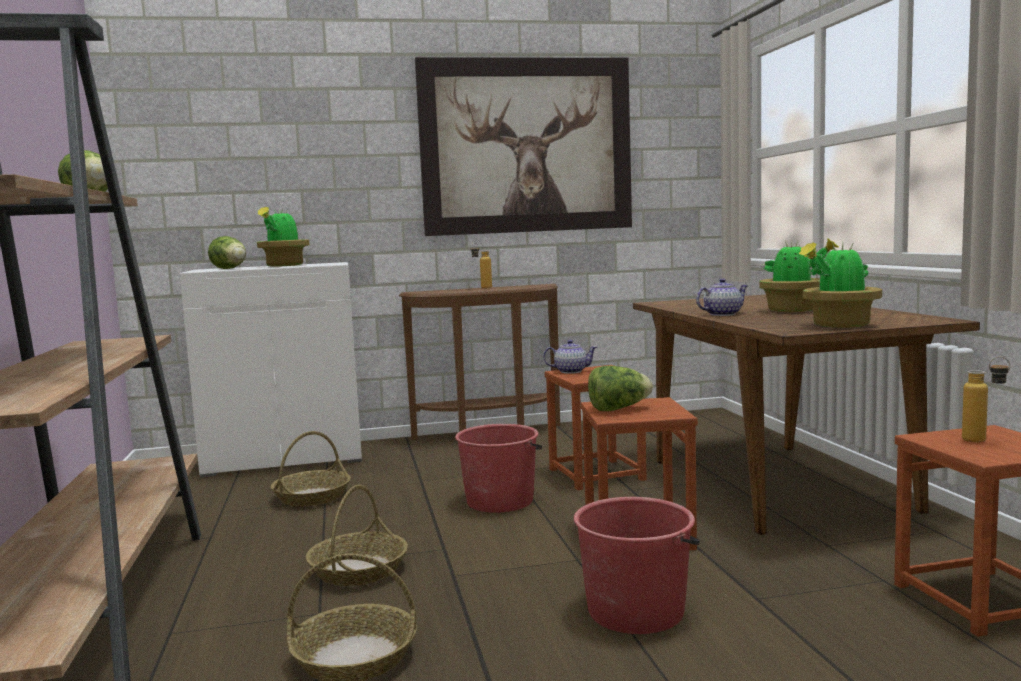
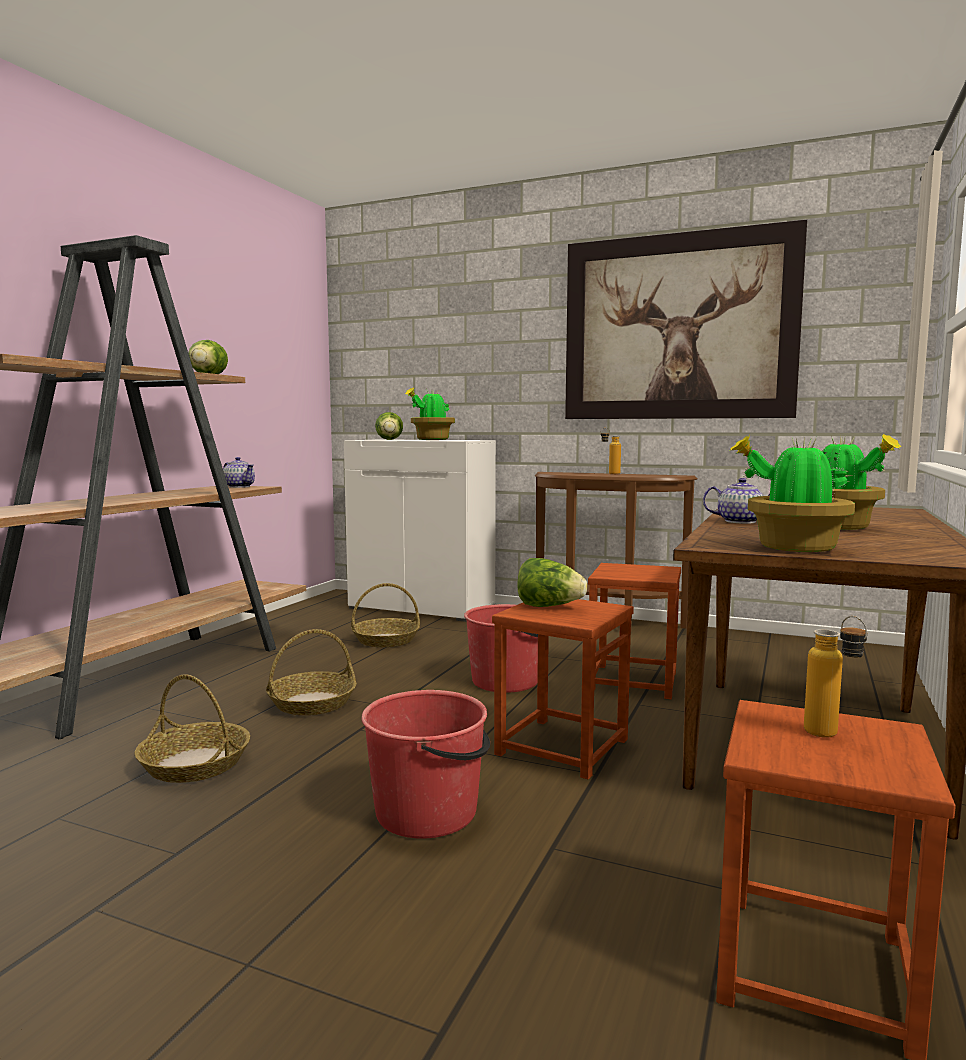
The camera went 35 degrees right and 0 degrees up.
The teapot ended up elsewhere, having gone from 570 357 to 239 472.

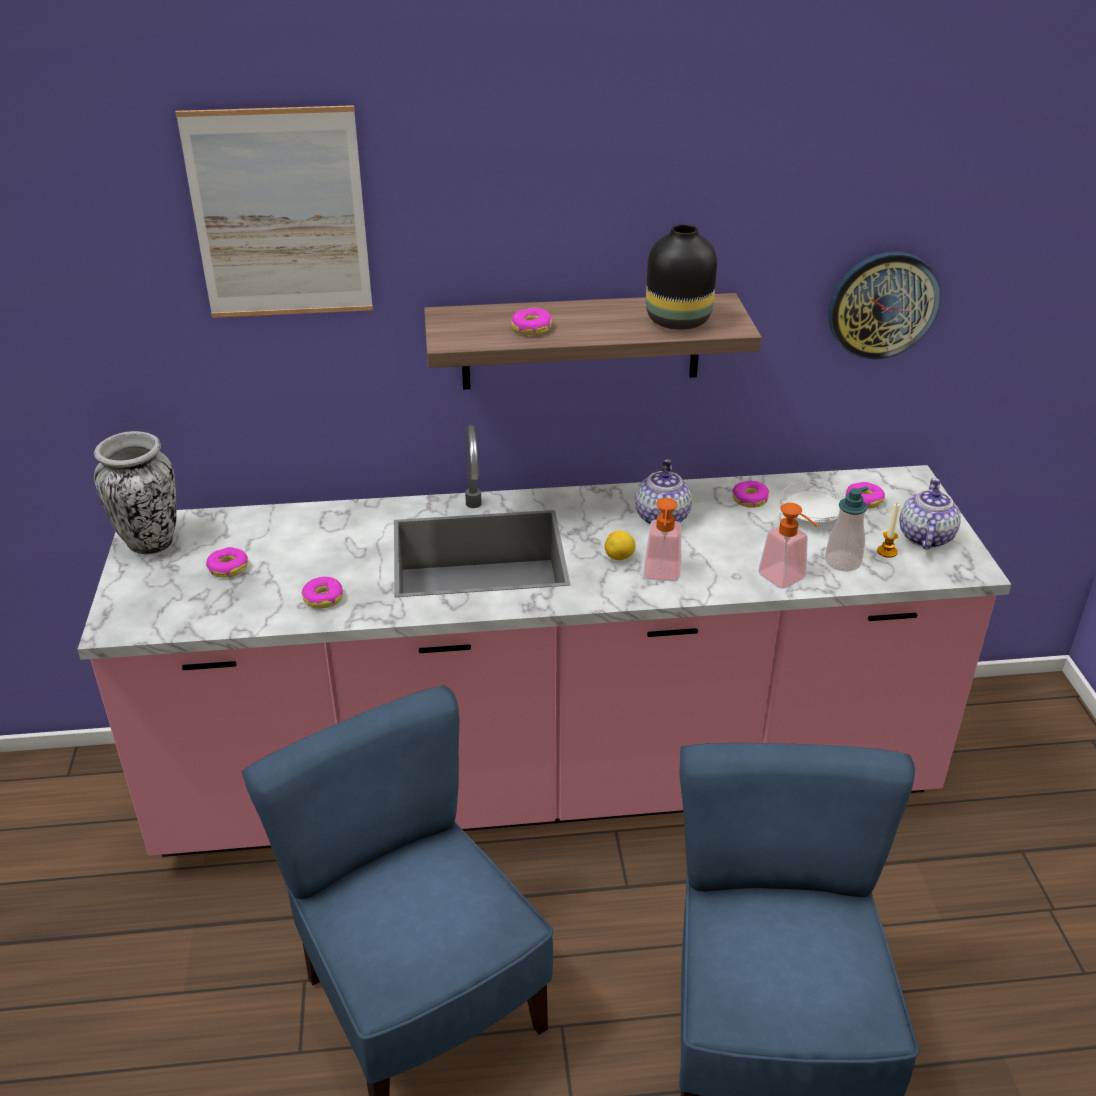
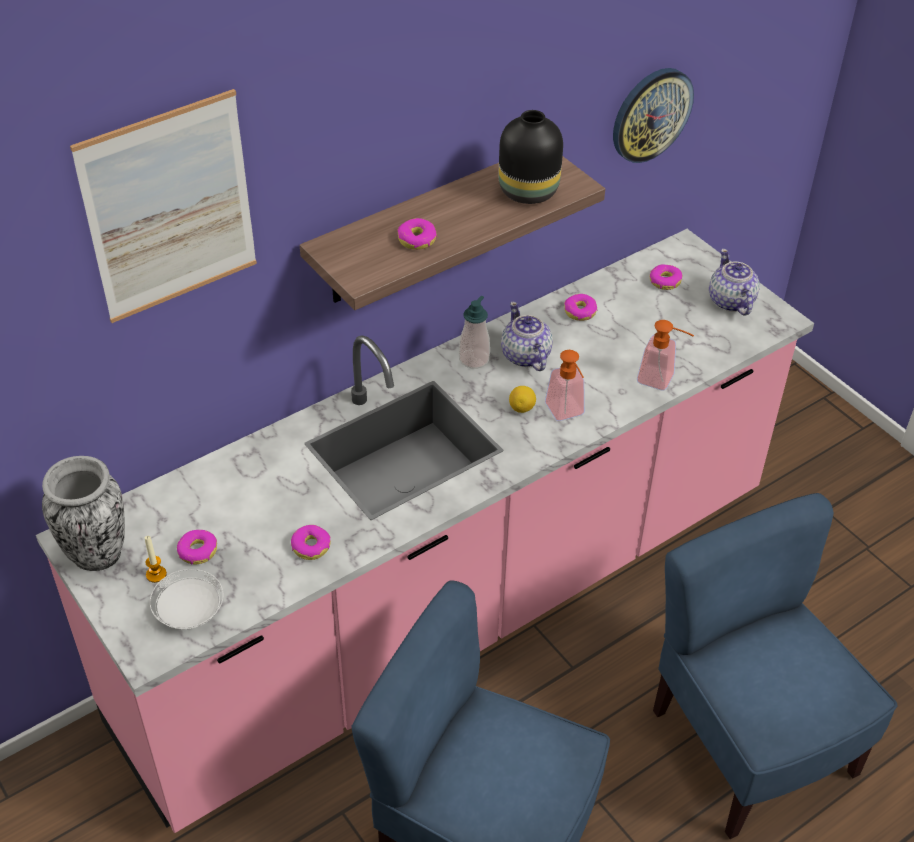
The camera went 30 degrees left and 10 degrees up.
The plate (white) ended up elsewhere, having gone from 813 502 to 186 599.
The soap dispenser ended up elsewhere, having gone from 847 528 to 474 332.
The candle ended up elsewhere, having gone from 888 531 to 156 559.

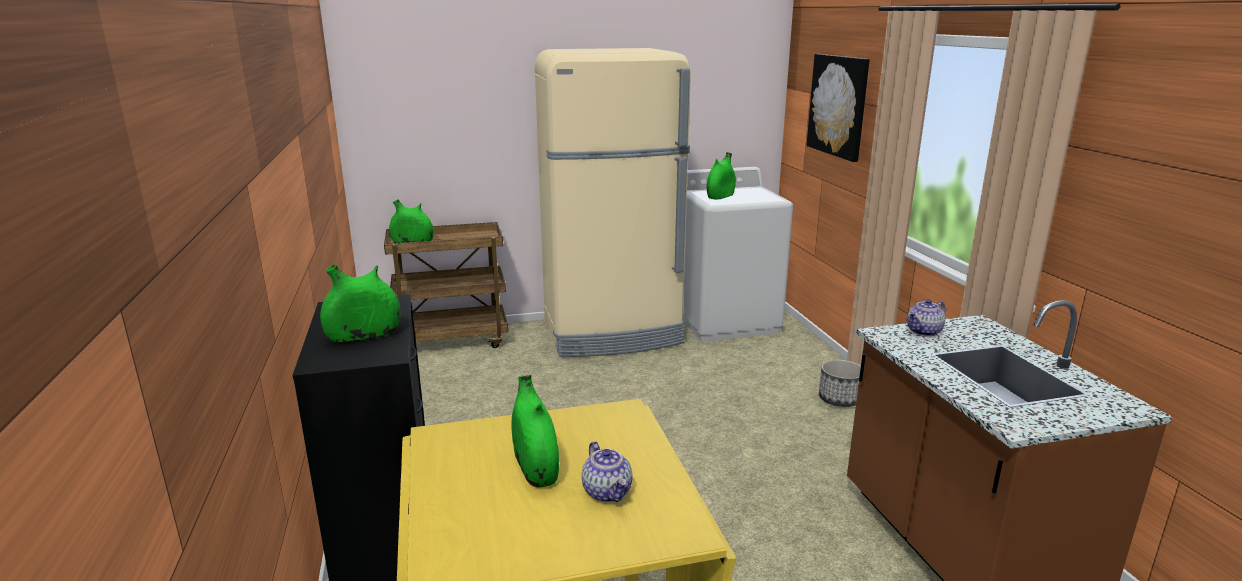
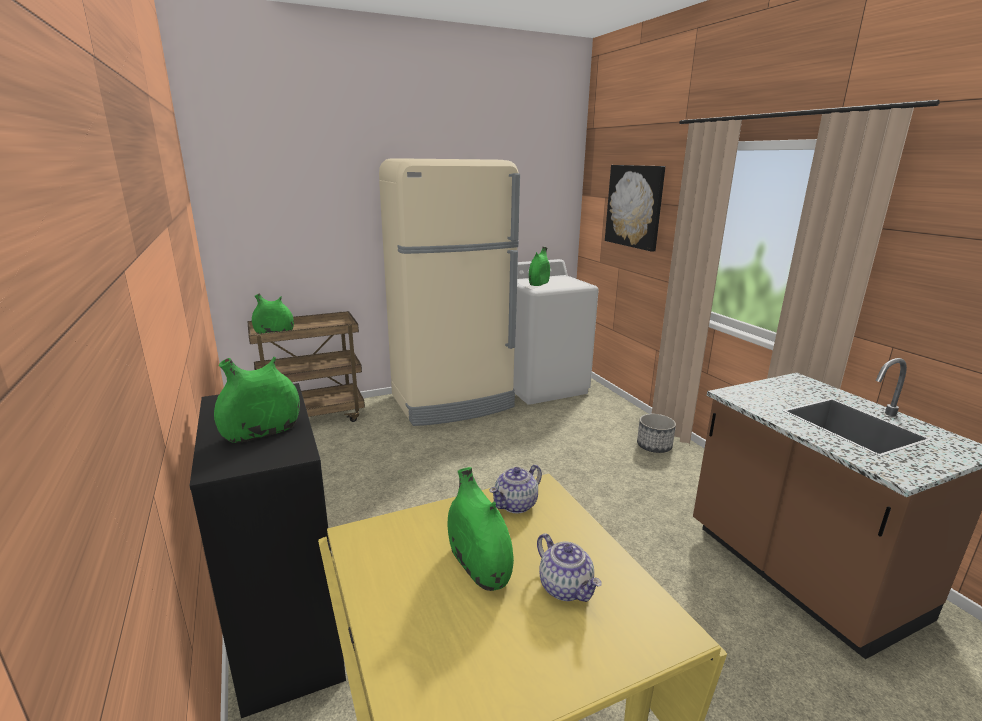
The camera went 10 degrees left and 0 degrees up.
The teapot ended up elsewhere, having gone from 926 318 to 515 489.

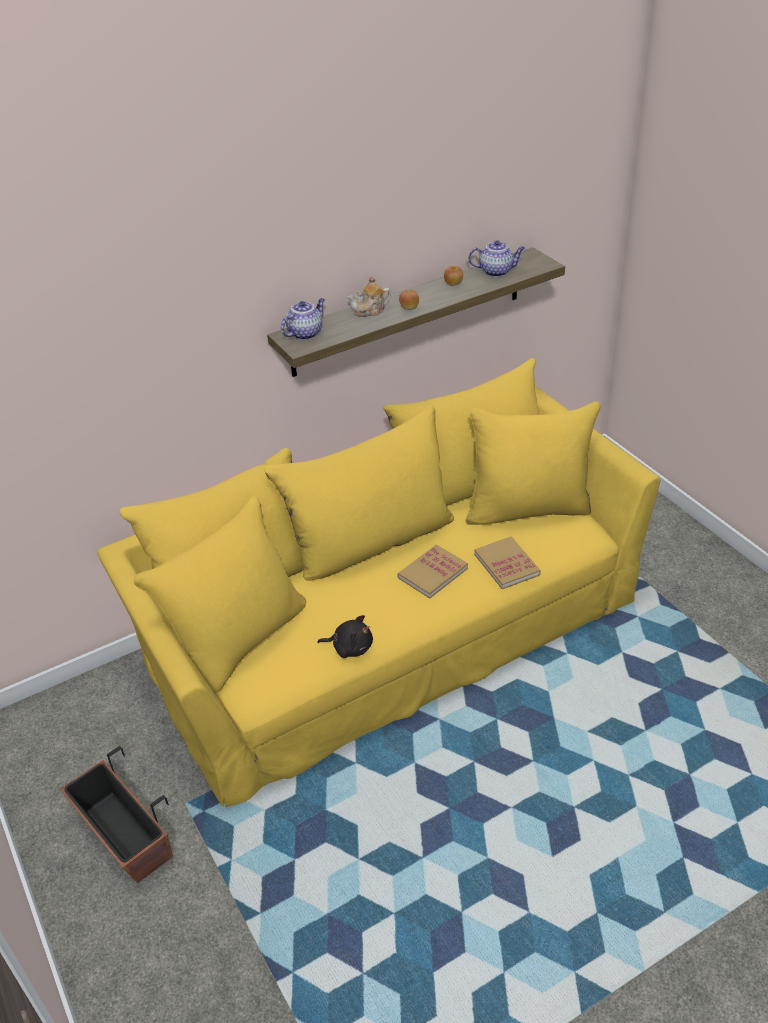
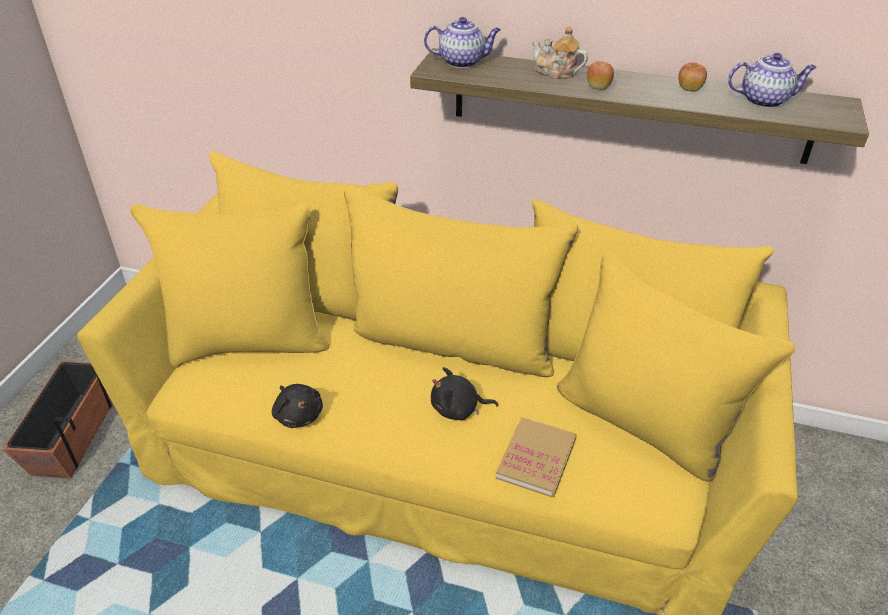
The camera went 45 degrees right and 0 degrees up.
Where the book stood at 432 571, the plush toy (black) came to stand at 464 393.
The teapot at 496 258 ended up facing another way, 45 degrees counterclockwise from before.

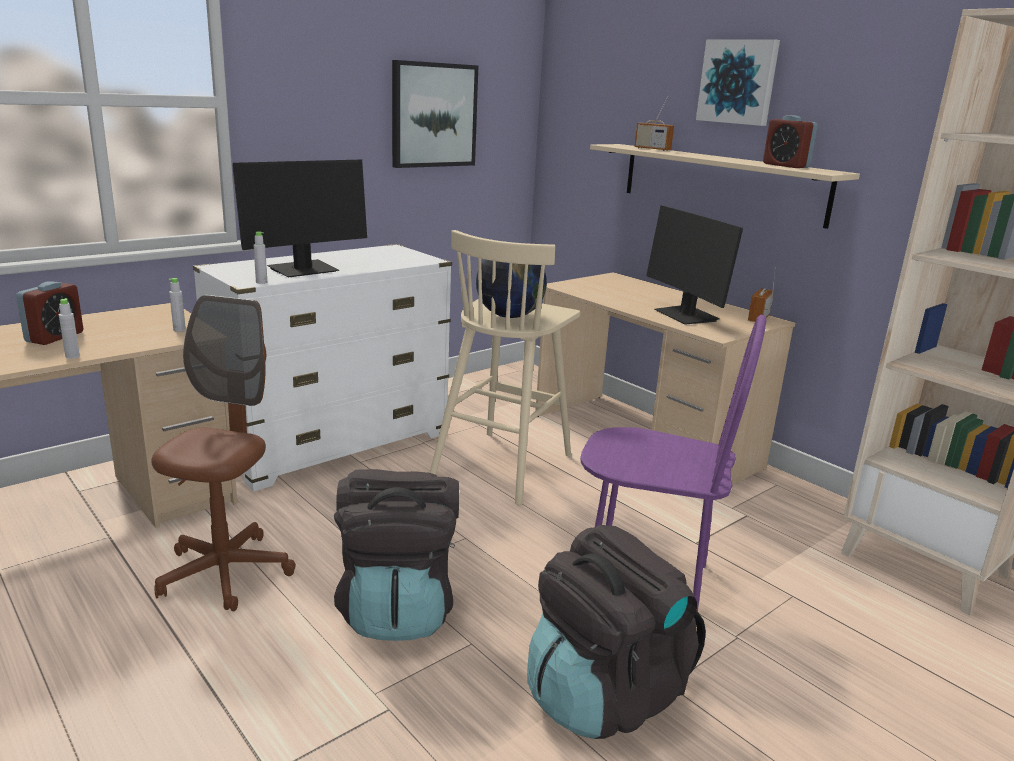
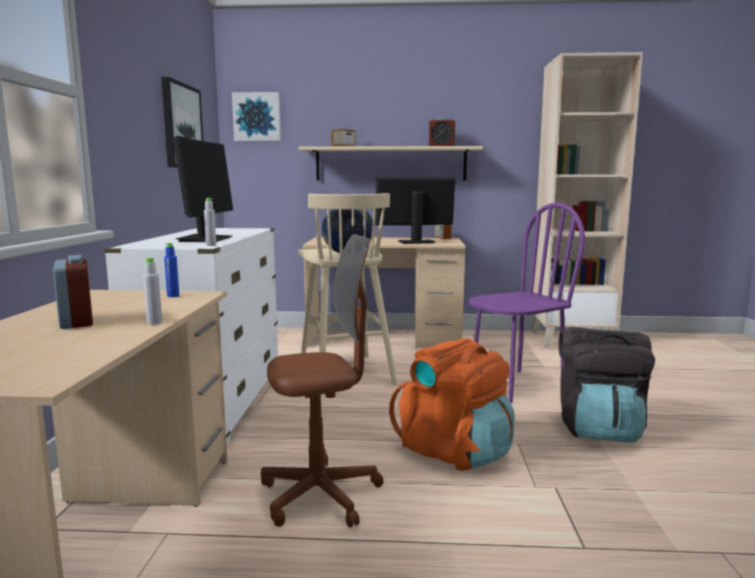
The camera went 45 degrees left and 10 degrees down.
The picture ended up elsewhere, having gone from 738 82 to 256 116.
What was the bottle (grey) at 177 305 turned into the bottle (blue) at 171 270.
What was the backpack (black) at 396 555 turned into the backpack (orange) at 452 404.
The office chair (brown) at 223 453 ended up facing another way, 105 degrees clockwise from before.
The monitor at 694 265 ended up facing another way, 150 degrees clockwise from before.

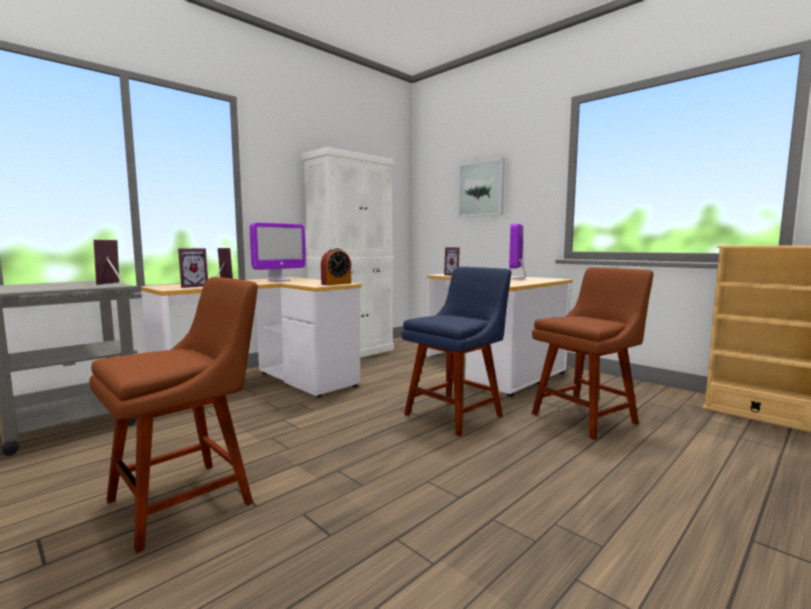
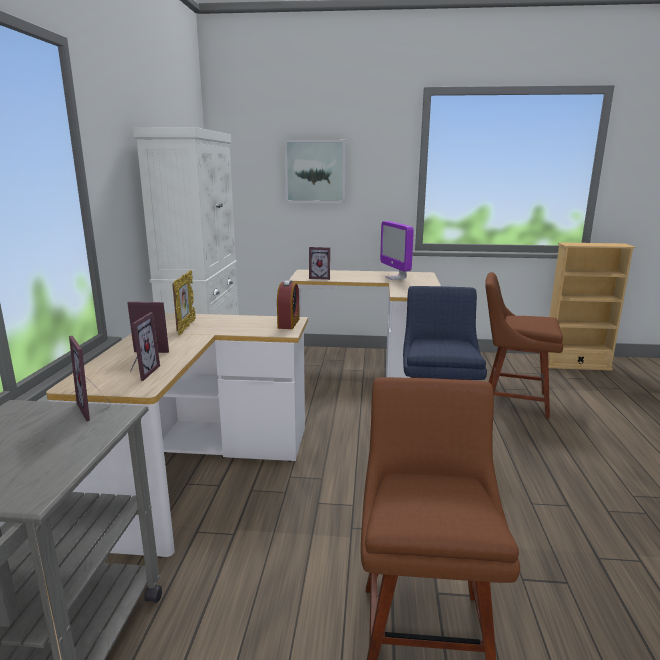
The camera went 40 degrees left and 10 degrees up.
Where the monitor stood at 278 252, the picture frame came to stand at 184 302.
The chair (brown) at 592 353 ended up facing another way, 90 degrees counterclockwise from before.

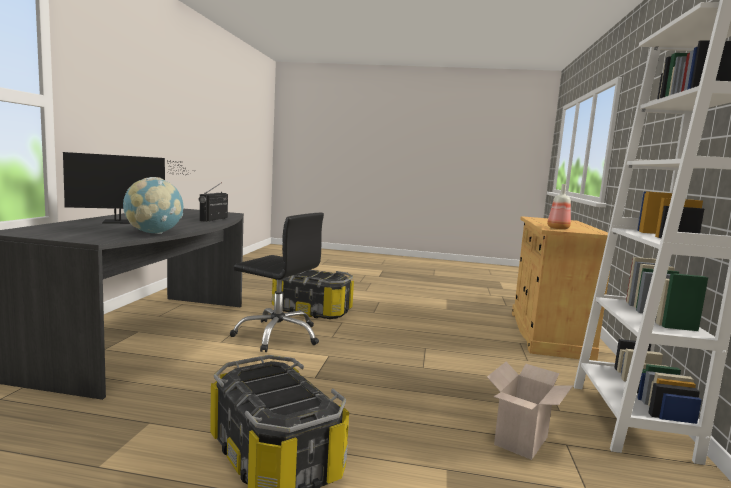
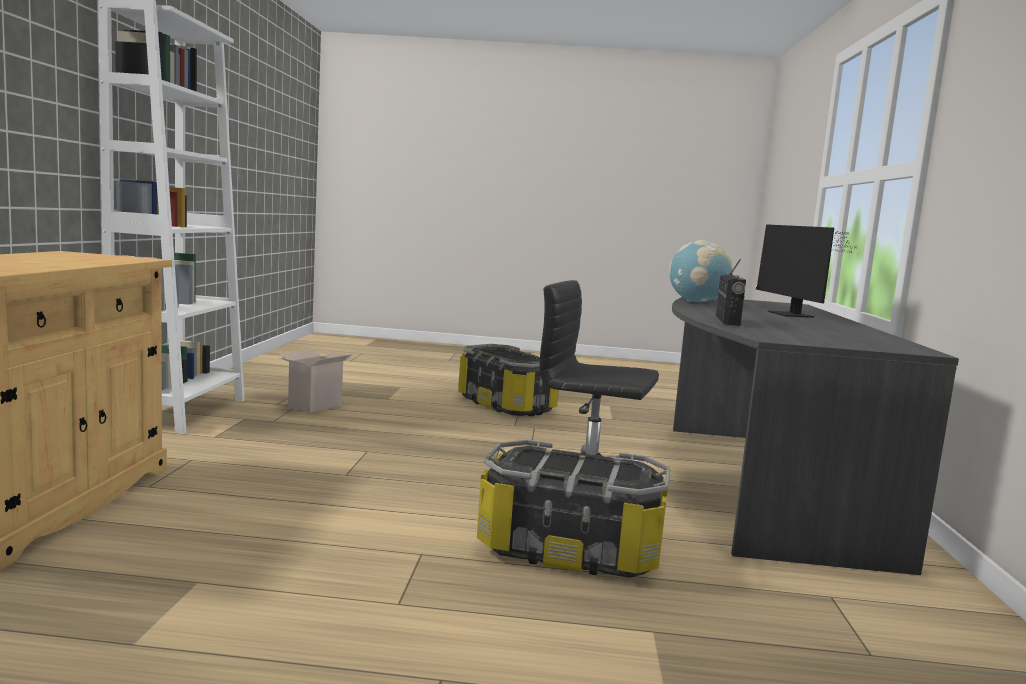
The camera went 175 degrees right and 0 degrees up.
The second view lost the bottle at 559 206.
The monitor at 129 188 ended up facing another way, 75 degrees counterclockwise from before.

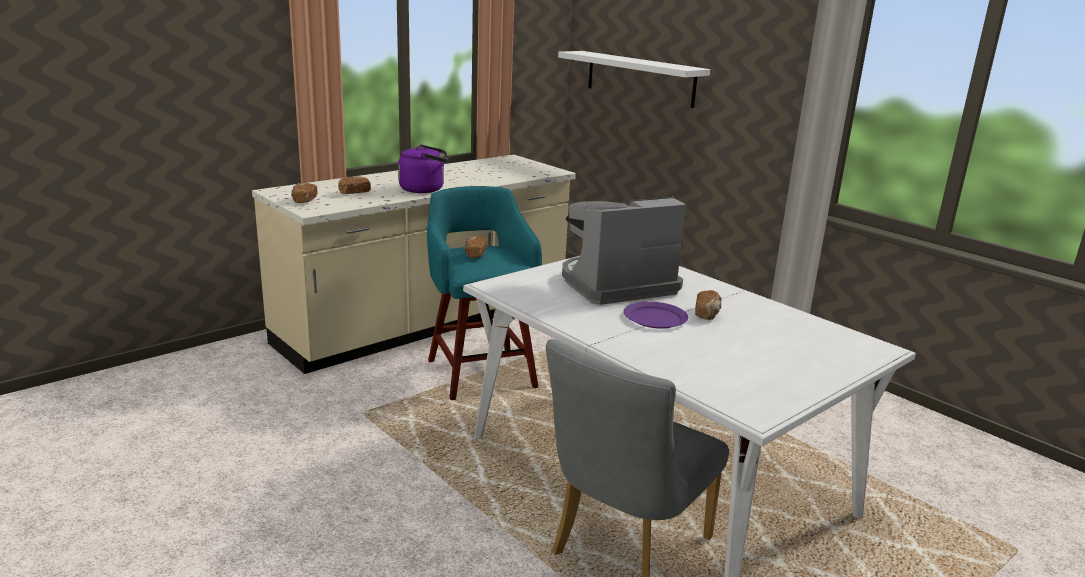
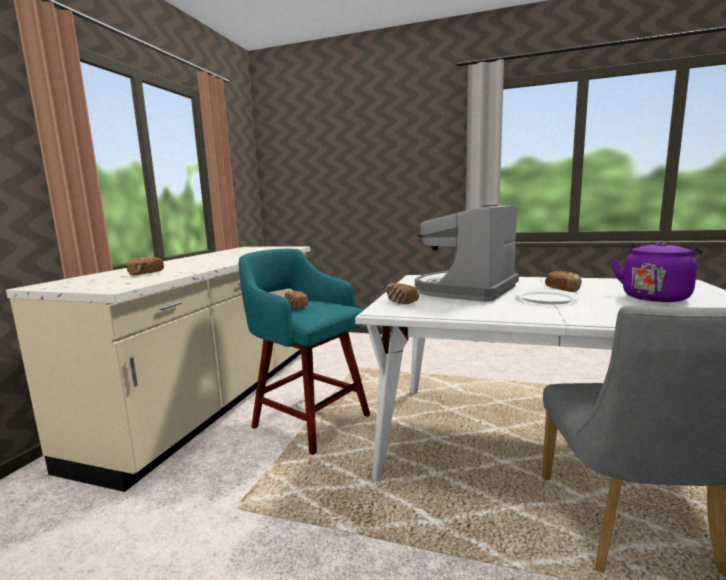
The camera went 30 degrees left and 10 degrees down.
The second view lost the shelf (white) at 634 79.
The bread ended up elsewhere, having gone from 304 193 to 402 293.
The kettle (purple) ended up elsewhere, having gone from 423 169 to 657 271.
What was the plate (purple) at 656 315 turned into the plate (white) at 547 296.

